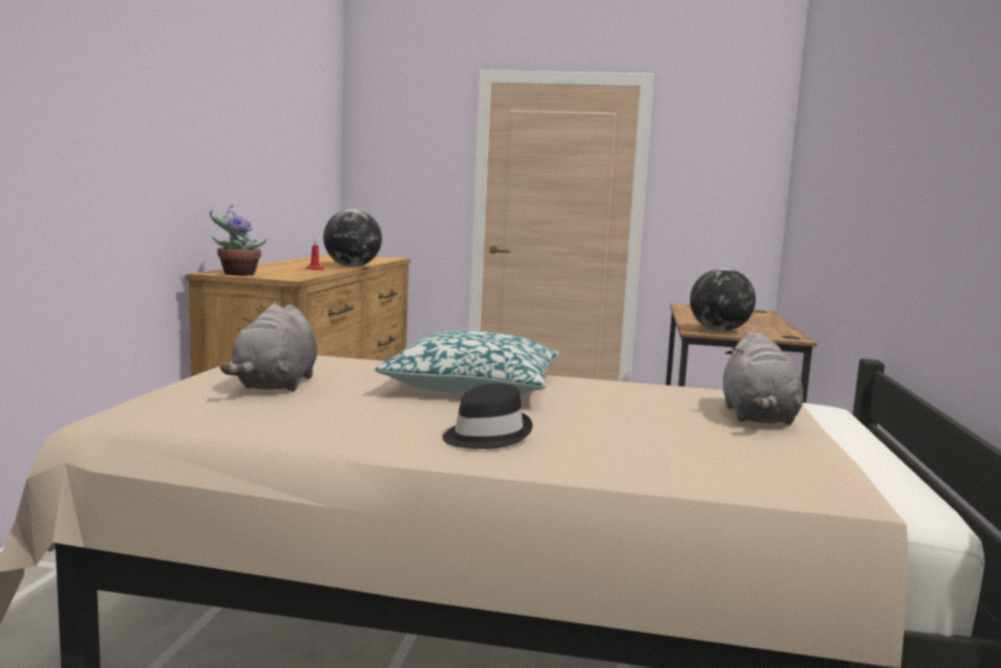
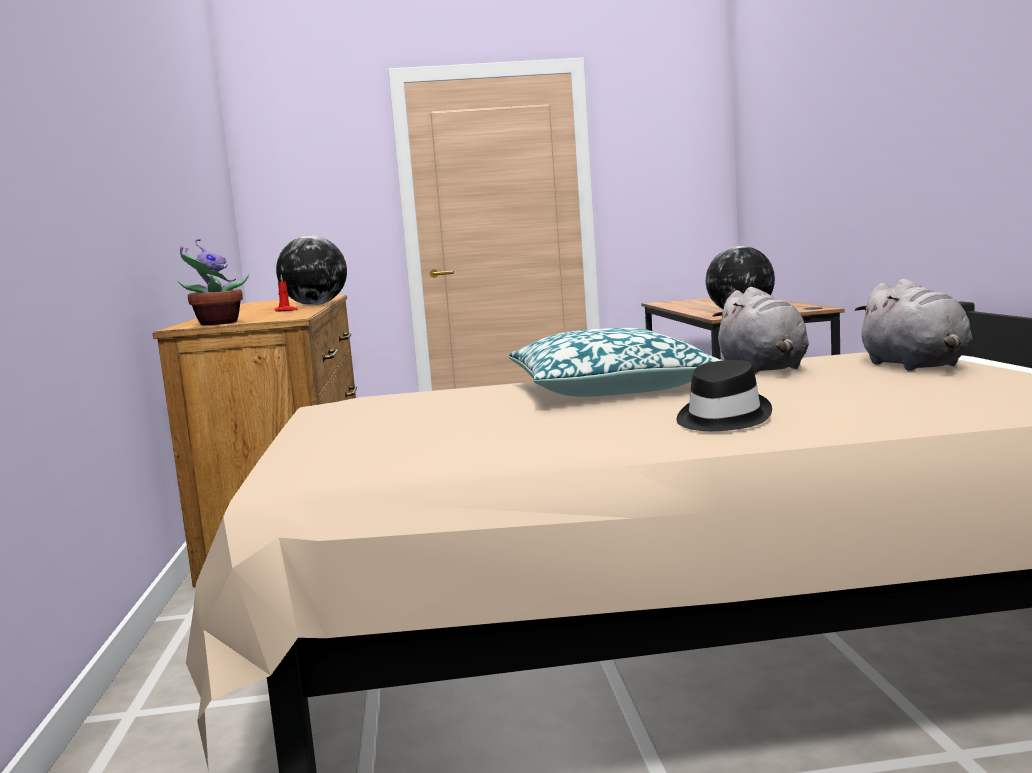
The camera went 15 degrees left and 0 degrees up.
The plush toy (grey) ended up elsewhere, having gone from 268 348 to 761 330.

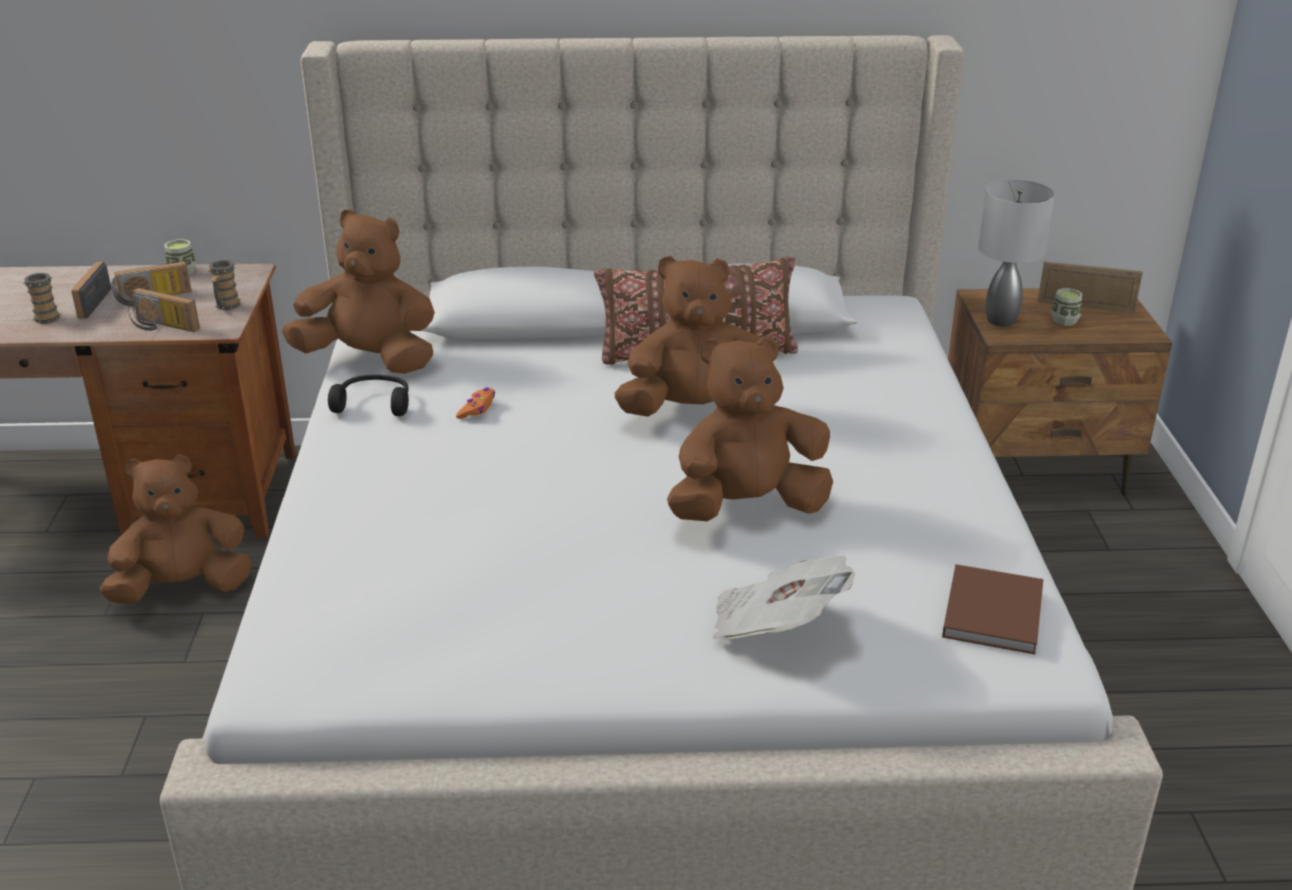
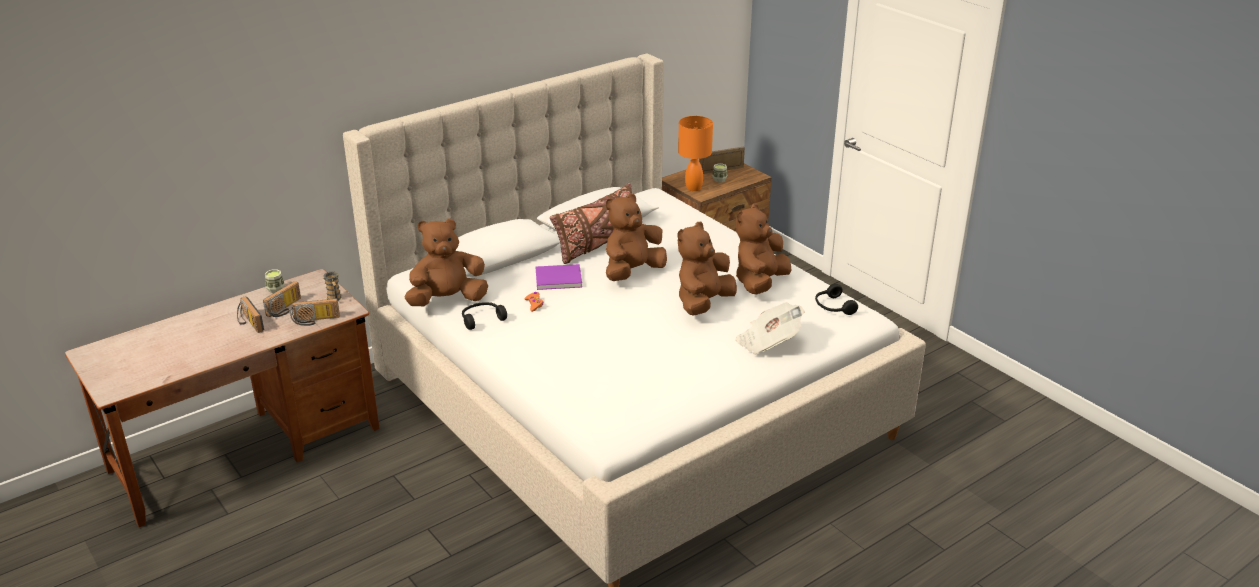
The camera went 35 degrees left and 0 degrees up.
The second view lost the mug at 41 298.
The second view gained the book (purple) at 559 277.
The plush toy (brown) ended up elsewhere, having gone from 176 529 to 763 249.
Where the book (brown) stood at 992 609, the headphones (black) came to stand at 836 299.
What was the table lamp (grey) at 1016 253 turned into the table lamp (orange) at 695 153.

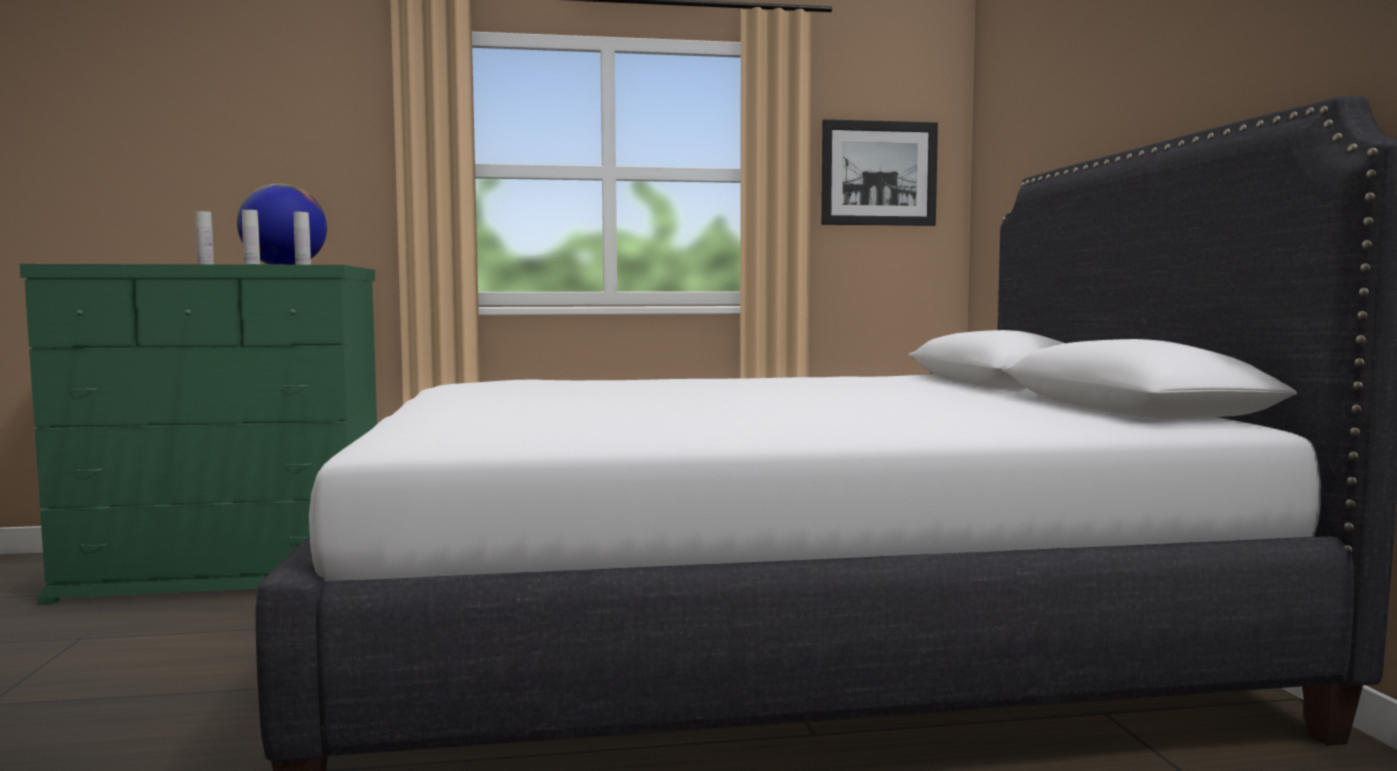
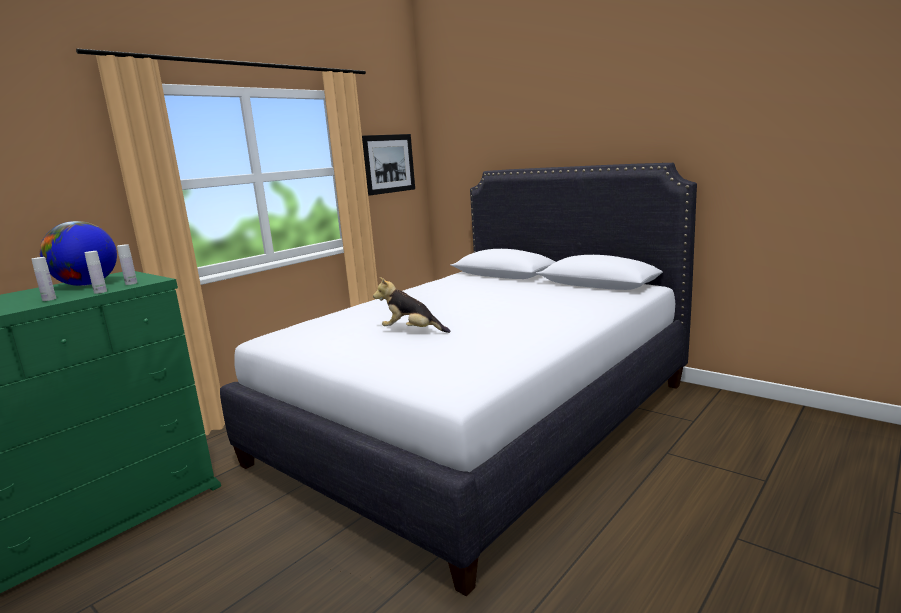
The camera went 40 degrees left and 10 degrees up.
The second view gained the plush toy at 411 305.

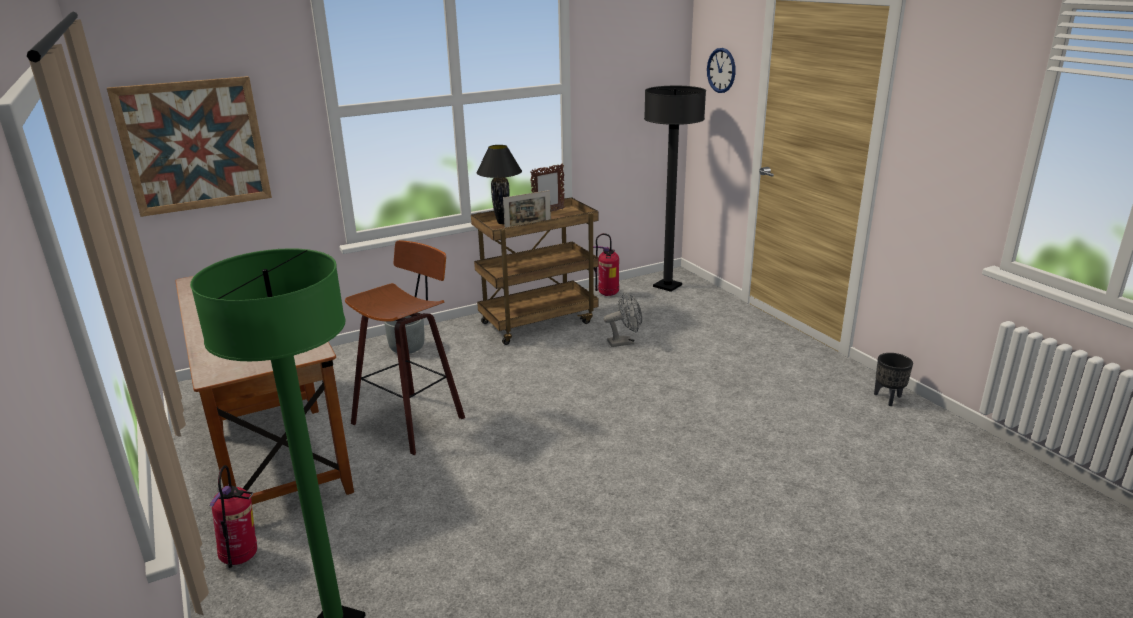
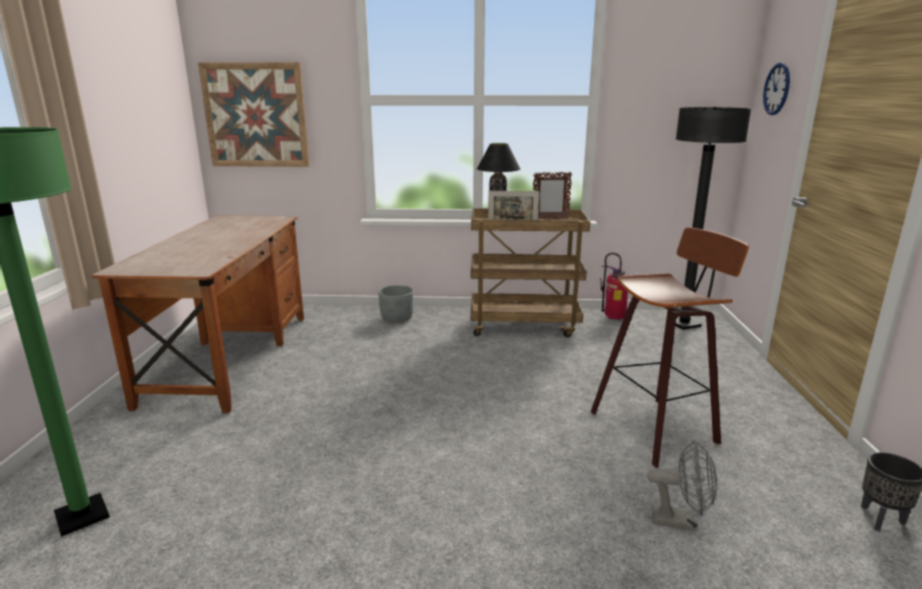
The camera went 30 degrees right and 5 degrees down.
The second view lost the fire extinguisher at 233 516.
The stool ended up elsewhere, having gone from 405 347 to 670 347.
The fan (grey) ended up elsewhere, having gone from 623 319 to 682 485.

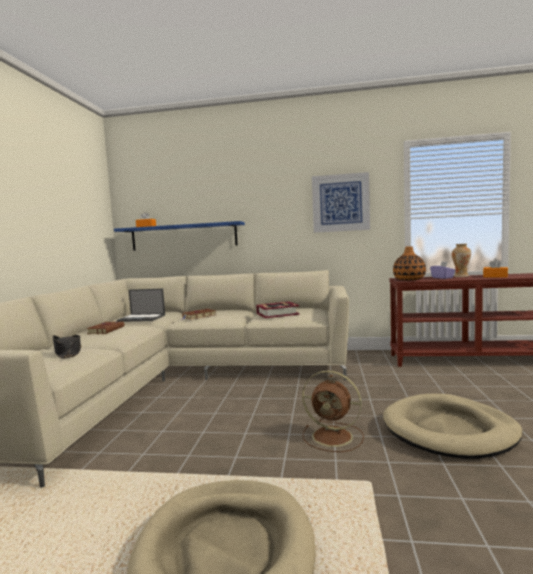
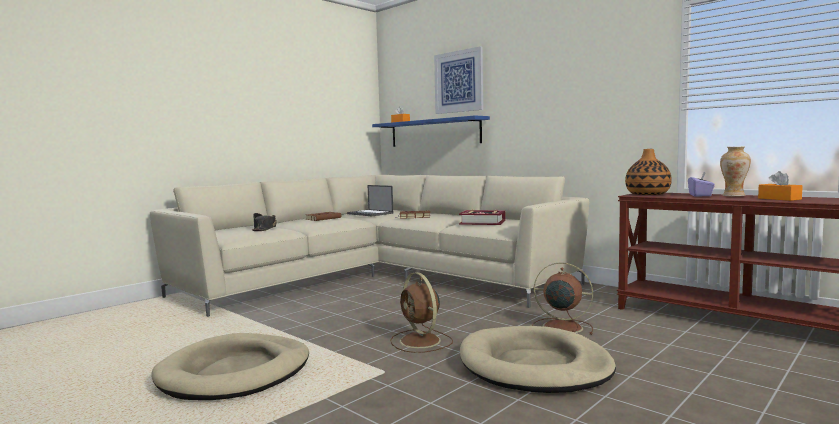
The camera went 35 degrees right and 0 degrees up.
The second view gained the fan (brown) at 562 298.
The picture ended up elsewhere, having gone from 341 202 to 458 80.

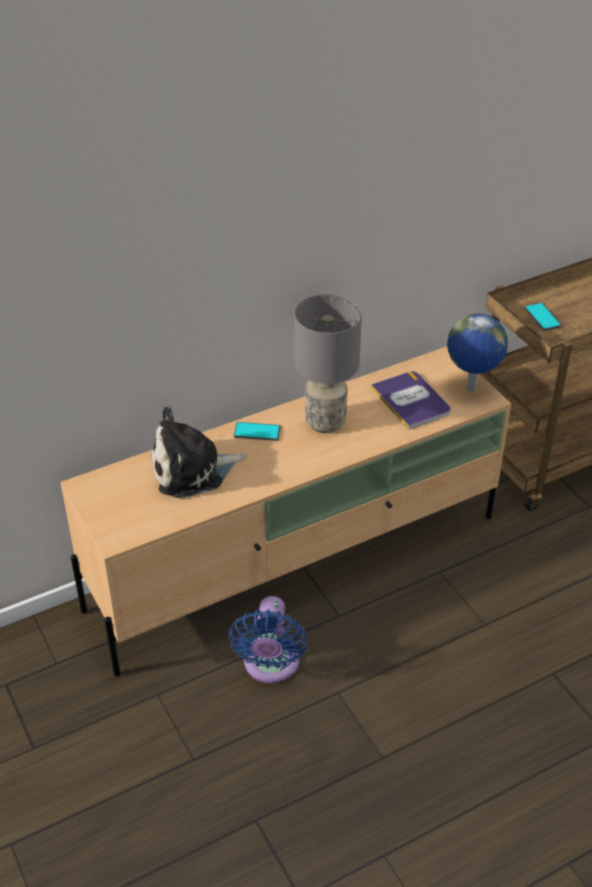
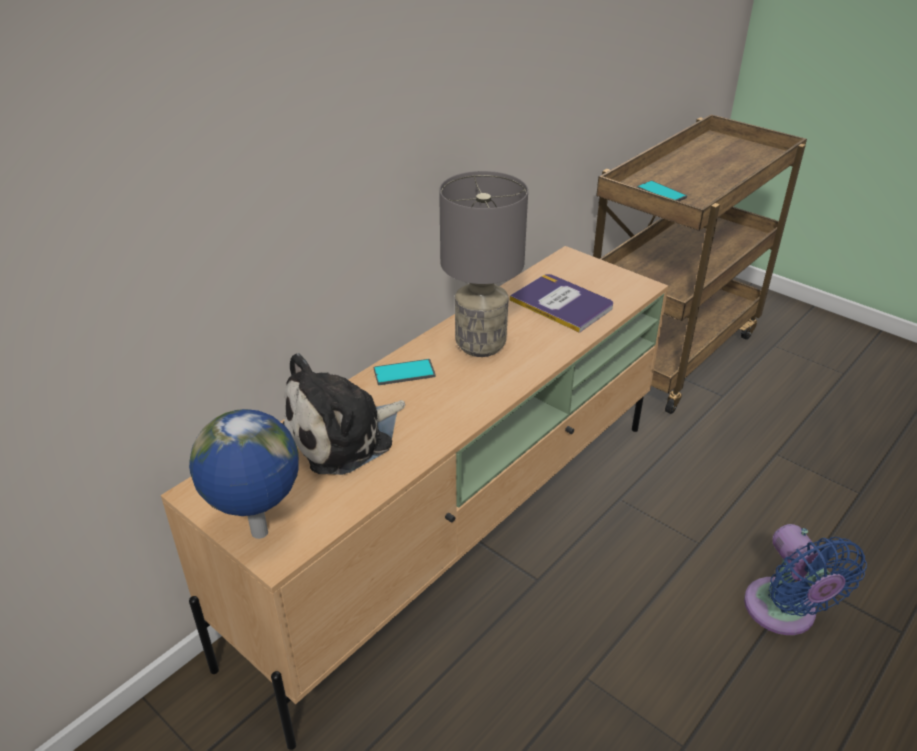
The camera went 20 degrees left and 5 degrees down.
The fan (blue) ended up elsewhere, having gone from 268 640 to 805 579.
The globe ended up elsewhere, having gone from 477 352 to 244 474.

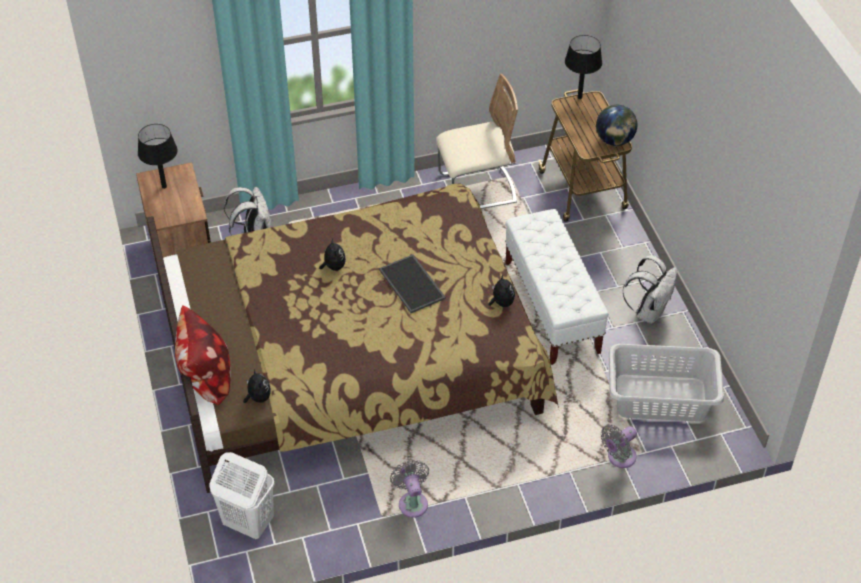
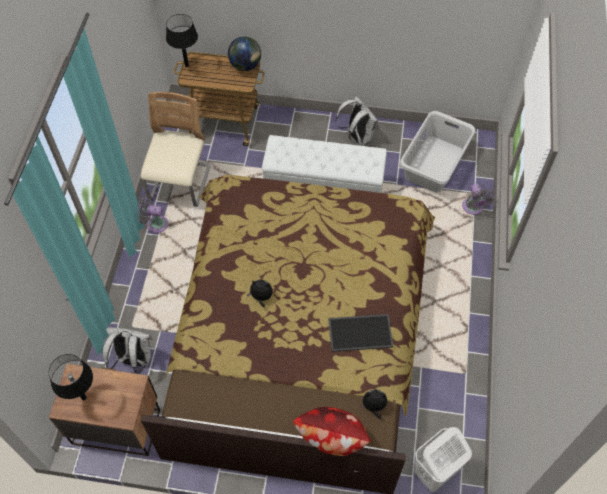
The camera went 65 degrees left and 10 degrees up.
The second view lost the plush toy at 501 290.
The tray ended up elsewhere, having gone from 412 283 to 360 333.
The fan (grey) ended up elsewhere, having gone from 409 489 to 152 214.

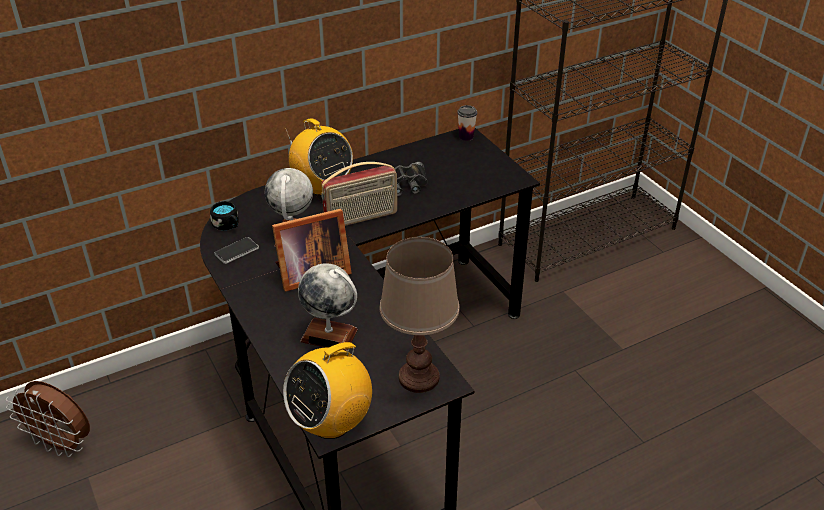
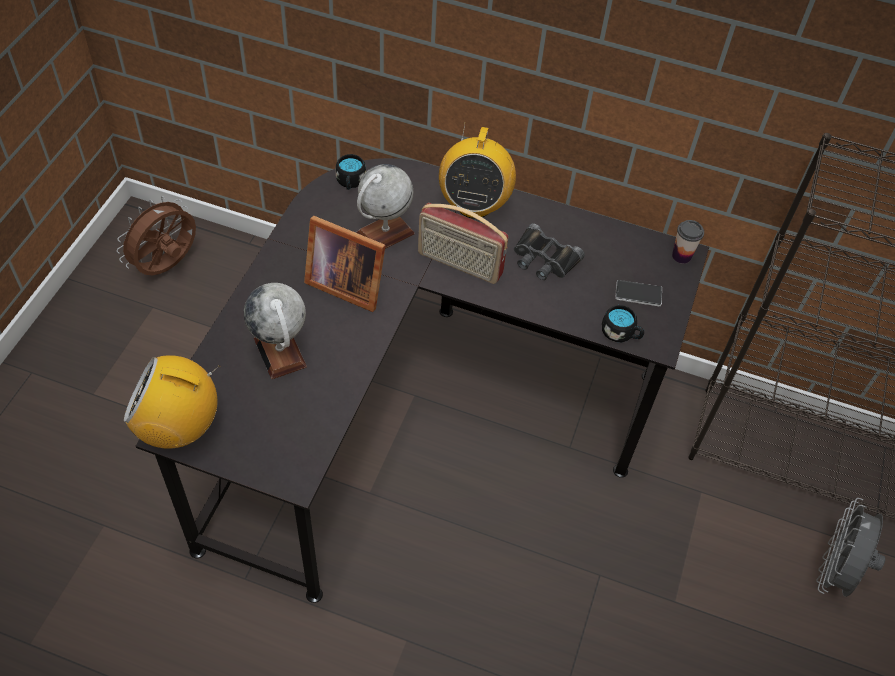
The camera went 45 degrees right and 15 degrees up.
The second view lost the table lamp (brown) at 419 315.
The second view gained the mug (black) at 623 323.
The second view gained the fan (grey) at 851 547.
The phone ended up elsewhere, having gone from 237 250 to 638 293.
The fan (brown) at 48 419 ended up facing another way, 60 degrees clockwise from before.

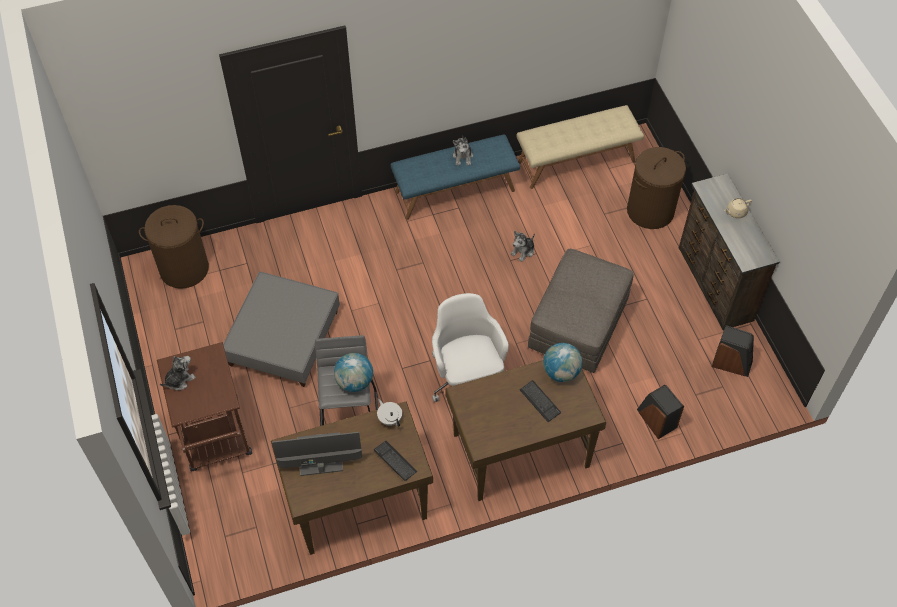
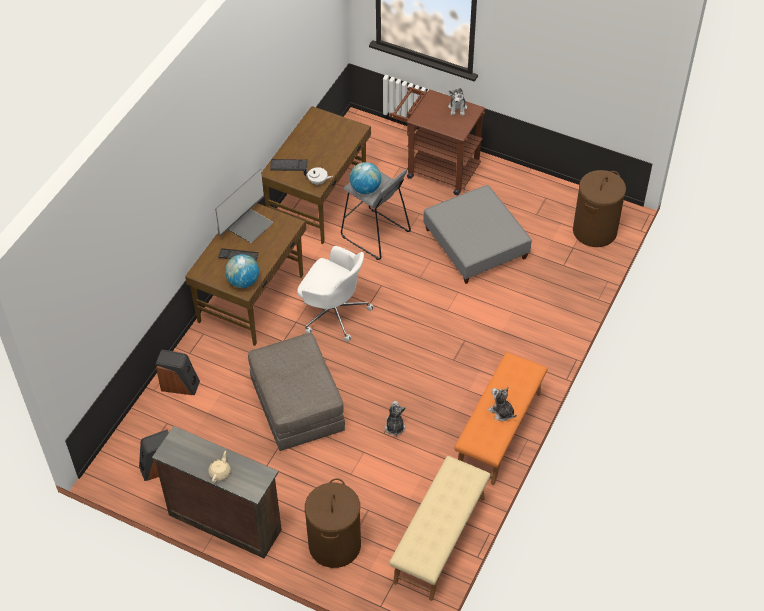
The camera went 135 degrees right and 5 degrees down.
The monitor ended up elsewhere, having gone from 317 454 to 244 206.
What was the bench (blue) at 455 177 turned into the bench (orange) at 501 418.

